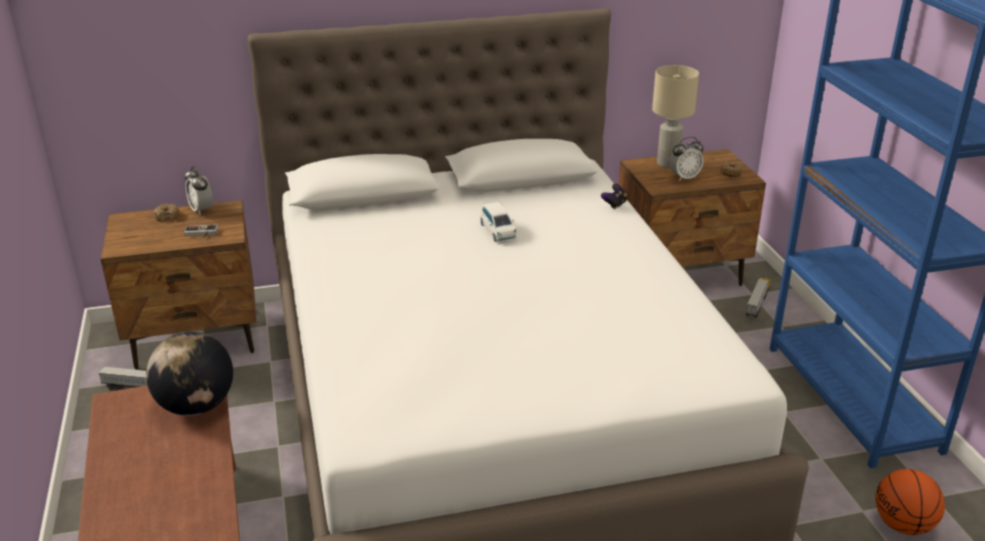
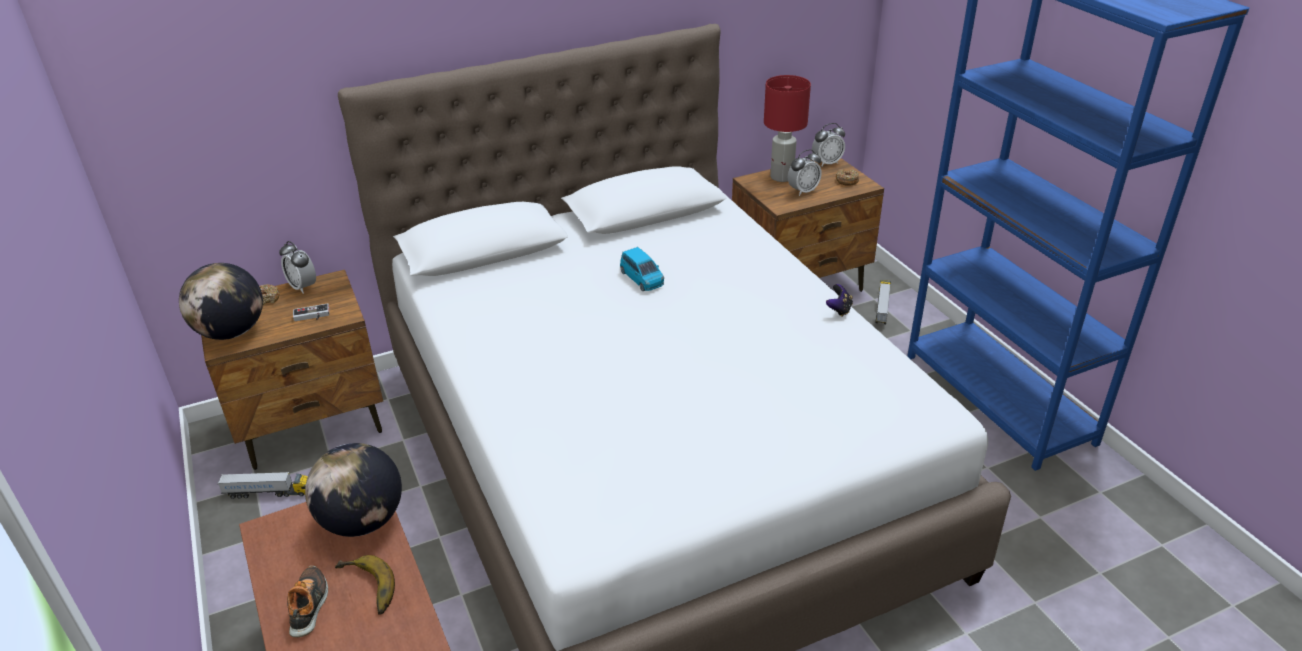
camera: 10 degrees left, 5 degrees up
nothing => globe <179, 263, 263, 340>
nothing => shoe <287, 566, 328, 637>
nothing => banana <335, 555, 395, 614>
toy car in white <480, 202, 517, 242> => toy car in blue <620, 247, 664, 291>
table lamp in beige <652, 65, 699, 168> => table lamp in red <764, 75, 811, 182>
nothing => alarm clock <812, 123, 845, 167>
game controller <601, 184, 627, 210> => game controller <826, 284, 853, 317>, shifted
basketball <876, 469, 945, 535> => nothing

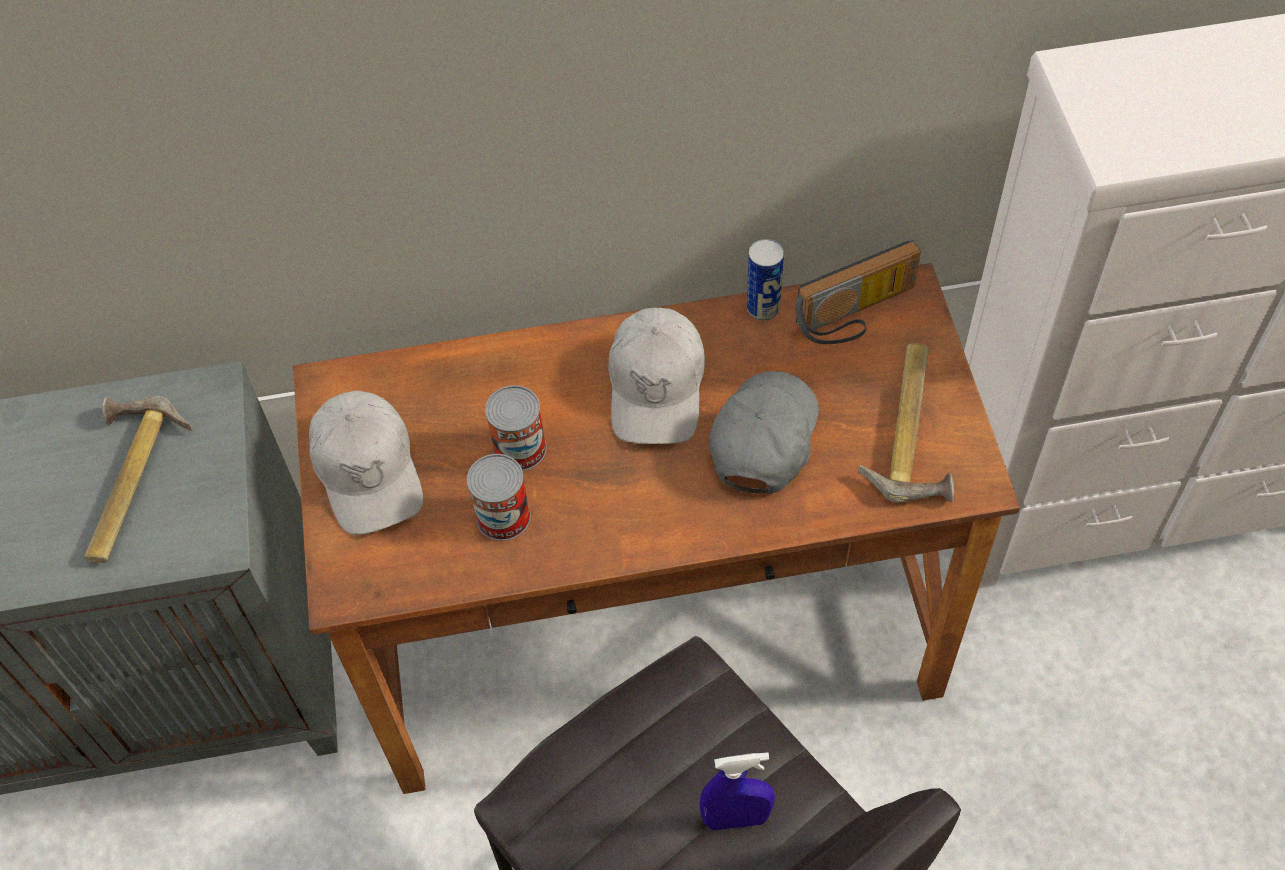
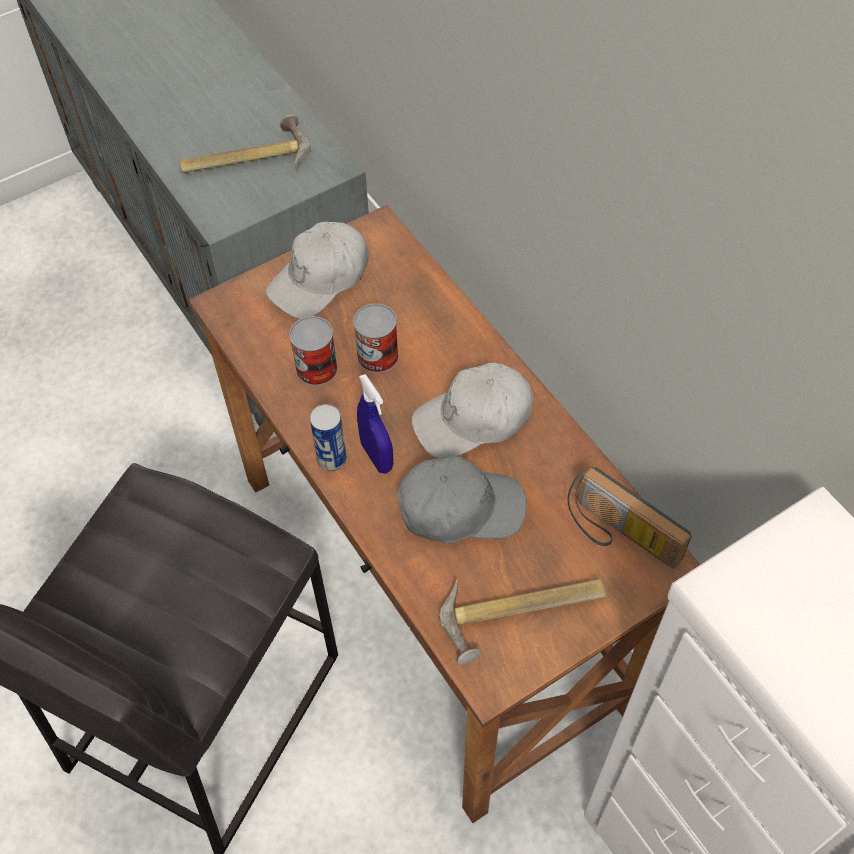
camera: 65 degrees right, 0 degrees up
can <747, 239, 784, 321> => can <310, 404, 346, 471>, shifted
spray bottle in blue <699, 752, 775, 830> => spray bottle in blue <357, 374, 394, 474>, shifted

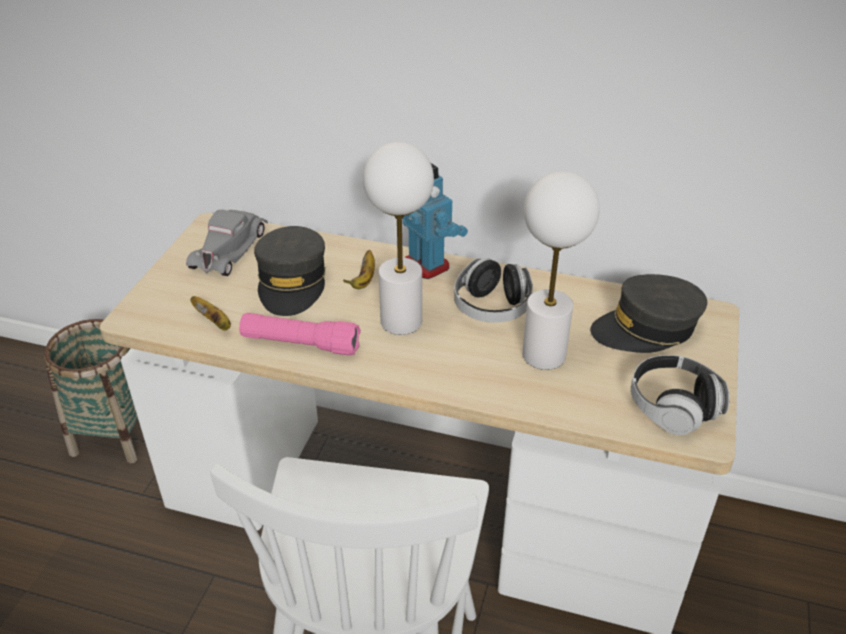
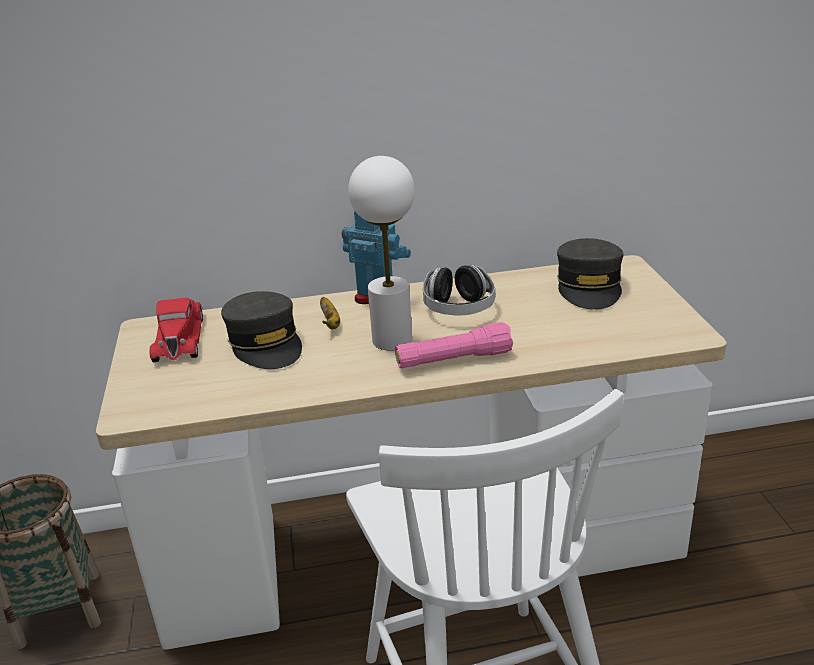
camera: 25 degrees left, 10 degrees down
toy car in grey <186, 210, 268, 276> => toy car in red <150, 298, 203, 363>
flashlight in pink <239, 313, 361, 356> => flashlight in pink <395, 322, 513, 368>, shifted
cap in grey <590, 274, 707, 353> => cap in grey <557, 238, 624, 309>, 45 degrees counterclockwise
banana <190, 296, 231, 331> => nothing
table lamp in white <522, 171, 600, 370> => nothing
headphones <631, 355, 730, 435> => nothing

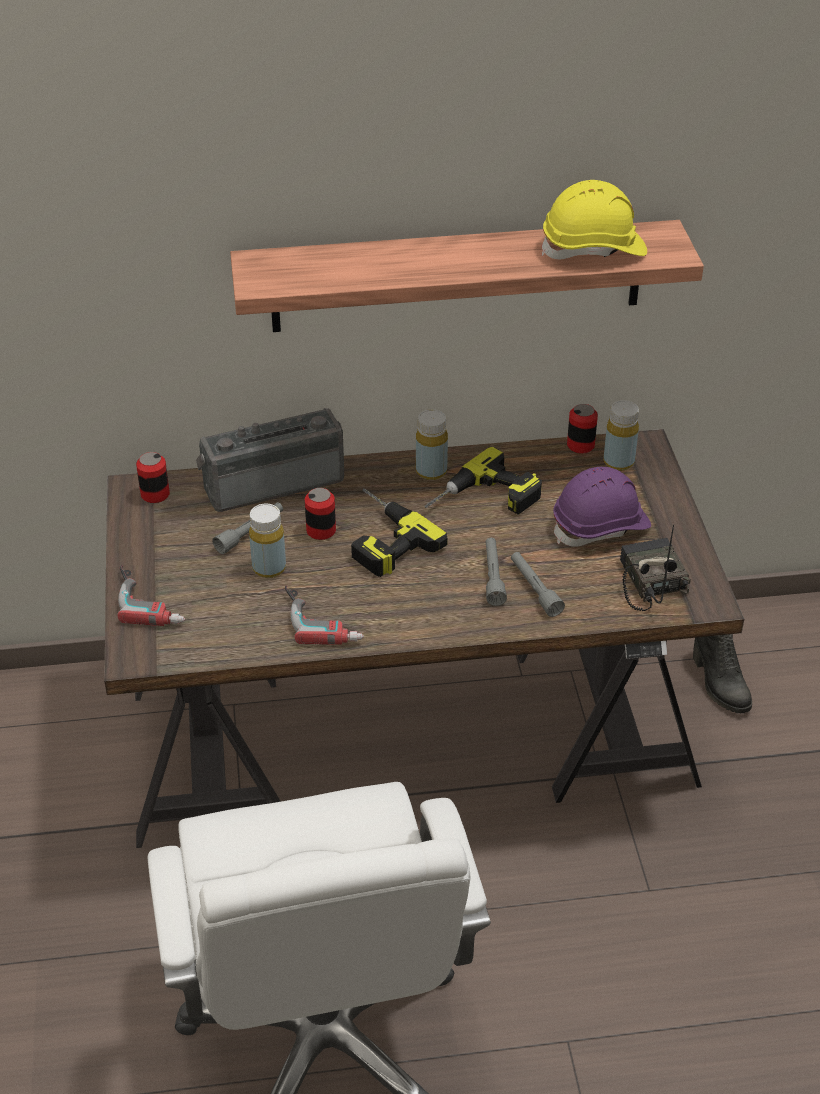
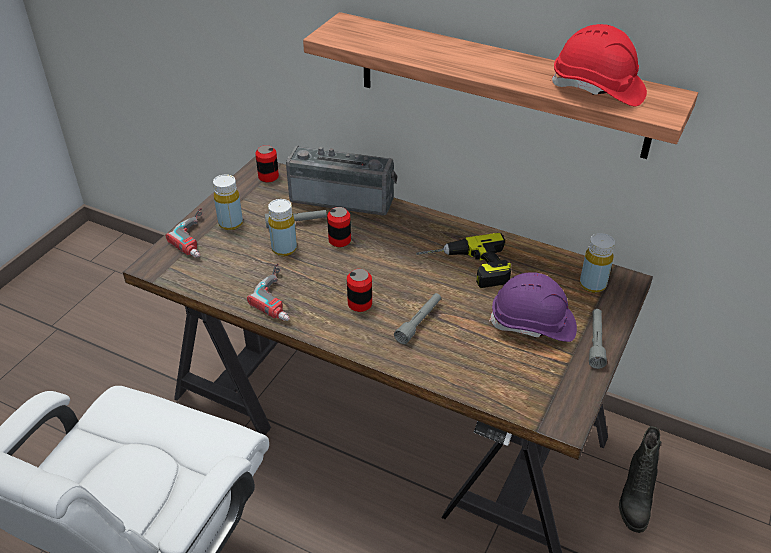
camera: 35 degrees right, 0 degrees up
bottle in yellow <416, 409, 448, 480> => bottle in yellow <213, 174, 243, 230>, shifted
can <567, 404, 598, 453> => can <347, 269, 372, 312>, shifted
hard hat in yellow <541, 180, 647, 259> => hard hat in red <551, 24, 647, 107>
flashlight in grey <511, 552, 565, 617> => flashlight in grey <589, 309, 607, 369>, shifted
power drill <351, 488, 448, 577> => nothing
radio <620, 525, 691, 611> => nothing

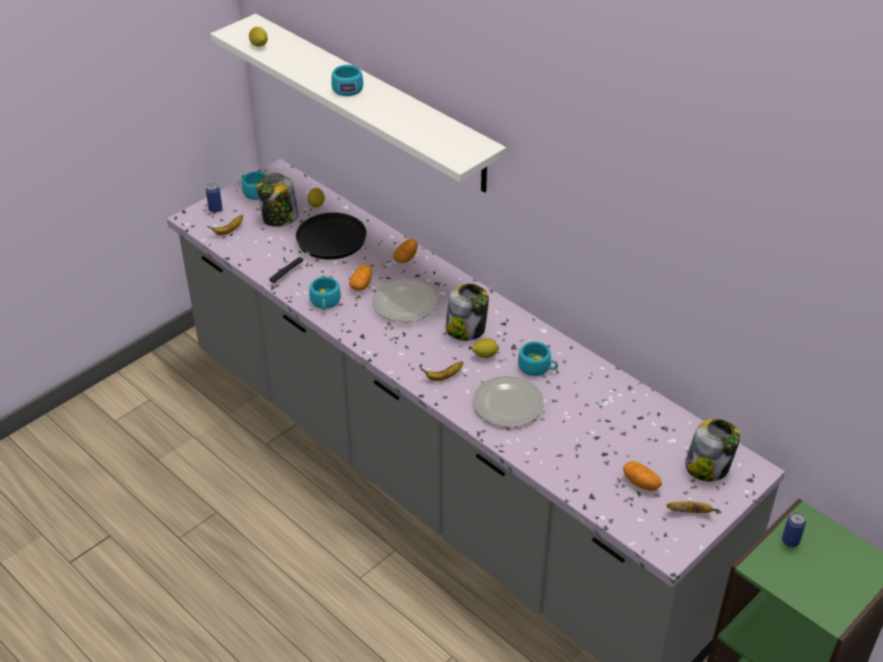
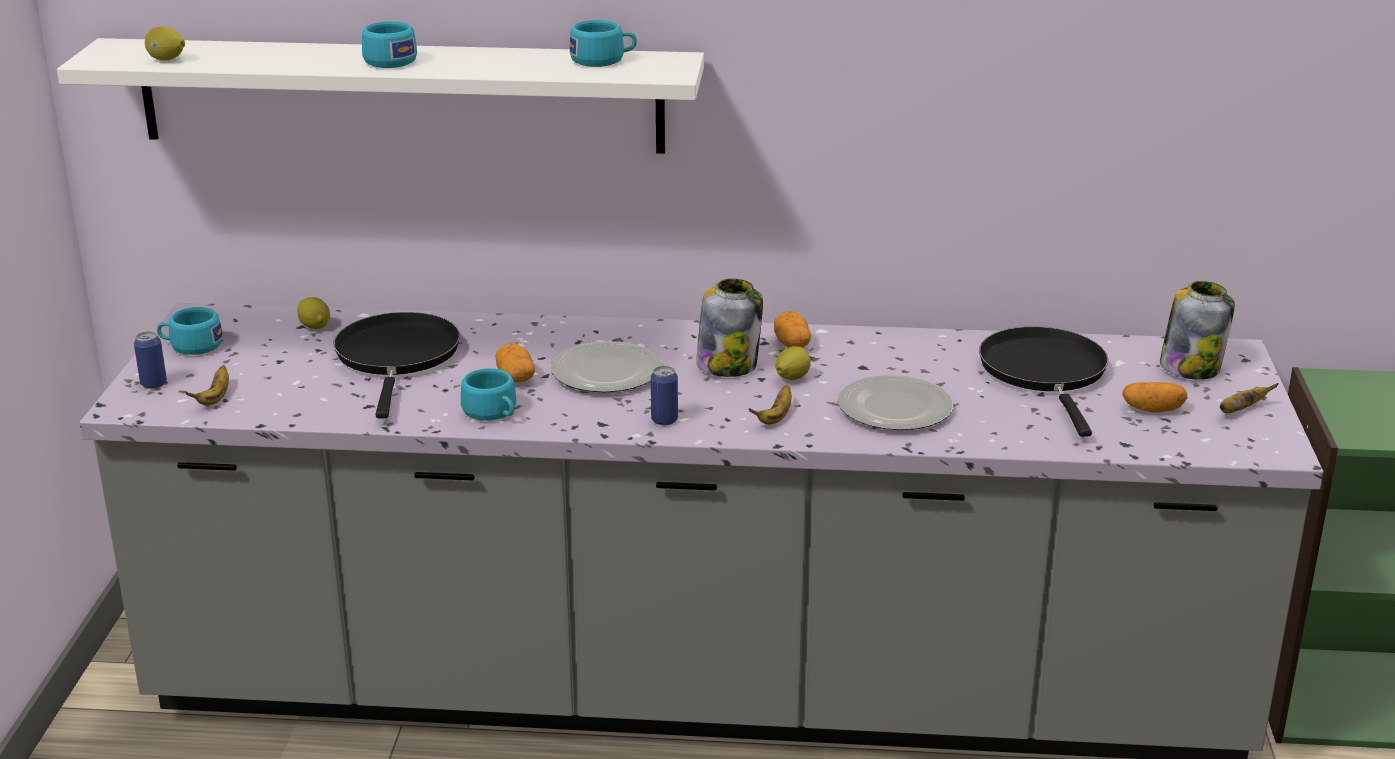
camera: 40 degrees left, 15 degrees down
cup in turquoise <518, 341, 558, 376> => cup in turquoise <570, 20, 637, 67>, shifted
can <782, 512, 806, 547> => can <651, 366, 678, 425>, shifted
potato <393, 238, 418, 263> => potato <774, 311, 811, 348>, shifted
nothing => frying pan in black <979, 327, 1108, 437>
jar <257, 173, 299, 227> => nothing

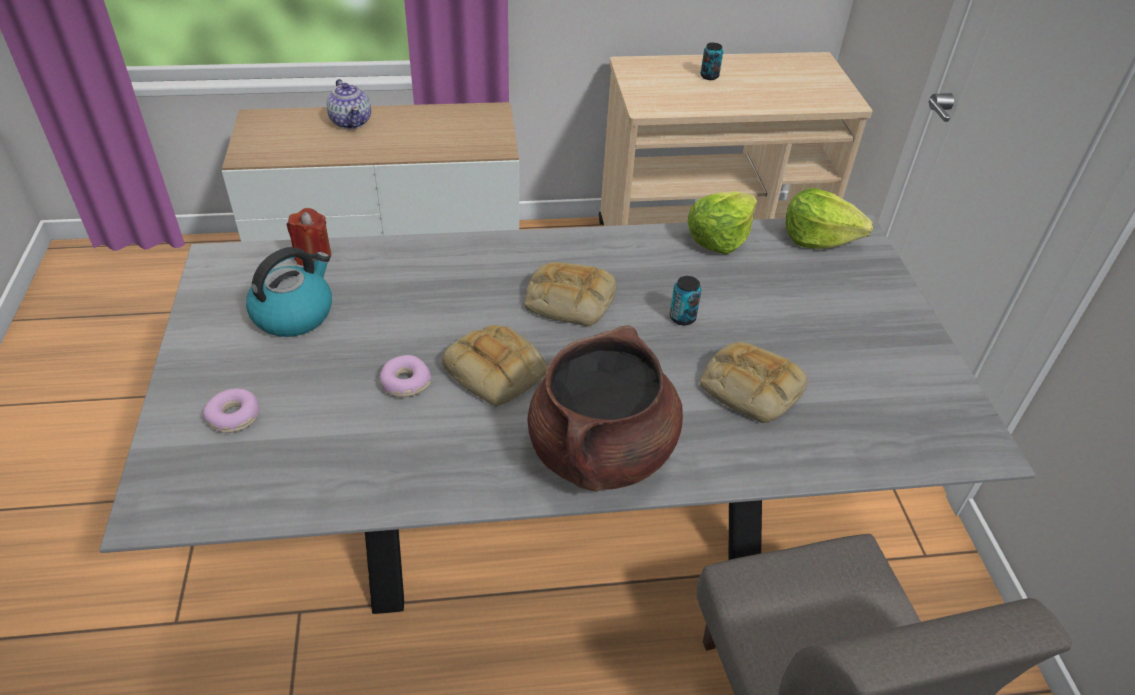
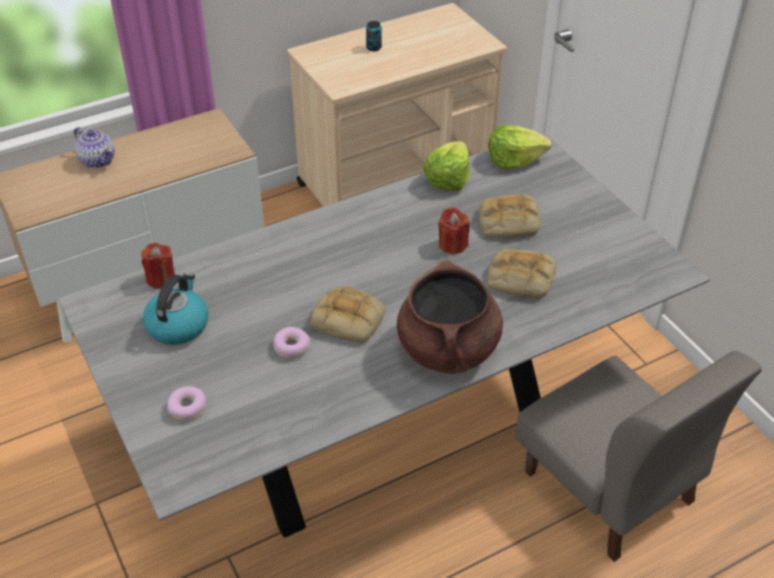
camera: 20 degrees left, 0 degrees up
can <670, 276, 701, 325> => candle in red <438, 207, 470, 254>
bread <525, 262, 617, 327> => bread <478, 194, 540, 238>, shifted

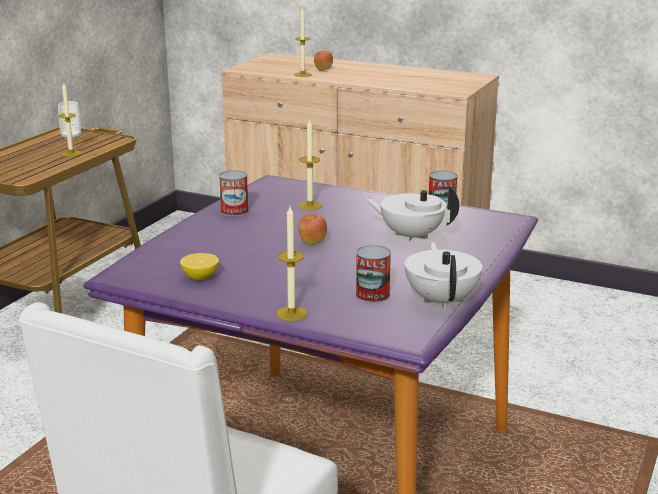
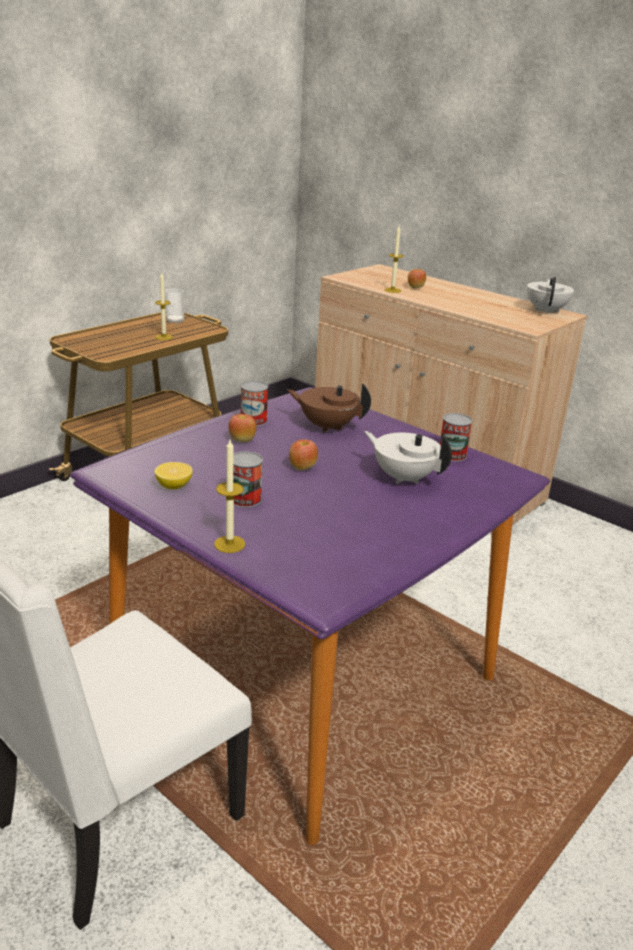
camera: 15 degrees right, 5 degrees up
nothing => apple <228, 414, 256, 442>
can <356, 245, 391, 303> => can <233, 451, 263, 508>, shifted
candle <298, 119, 322, 210> => teapot in brown <287, 383, 371, 432>
teapot in white <405, 242, 482, 309> => teapot in white <527, 277, 574, 314>, shifted

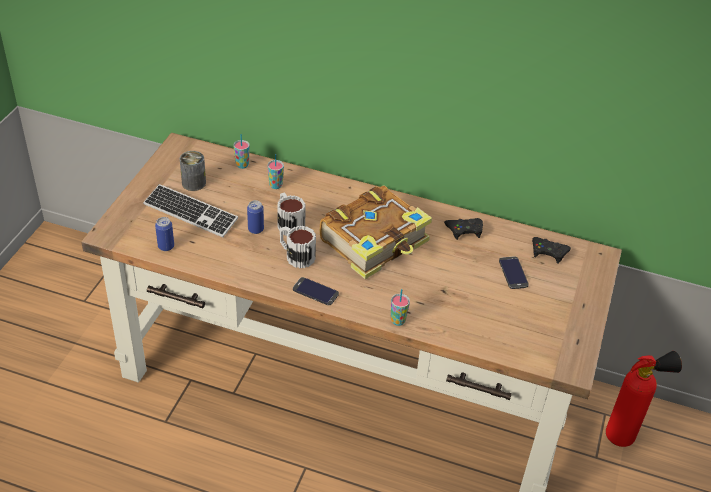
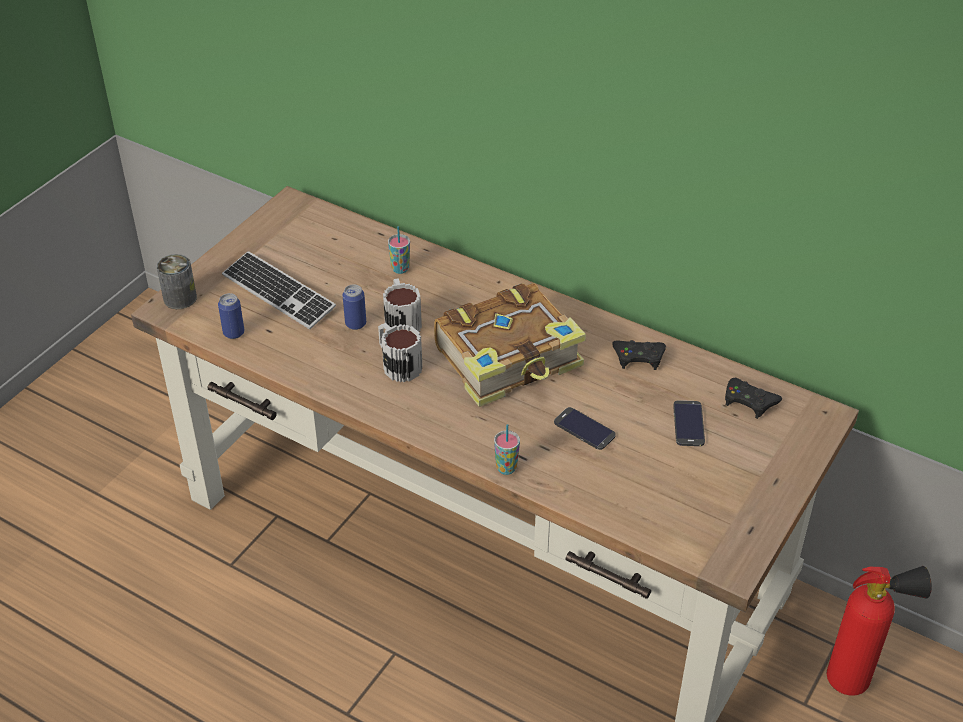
camera: 15 degrees right, 0 degrees up
can <180, 151, 206, 191> => can <157, 254, 197, 309>, shifted
phone <293, 277, 339, 305> => phone <554, 407, 616, 450>, shifted
cup <233, 134, 250, 169> => nothing

